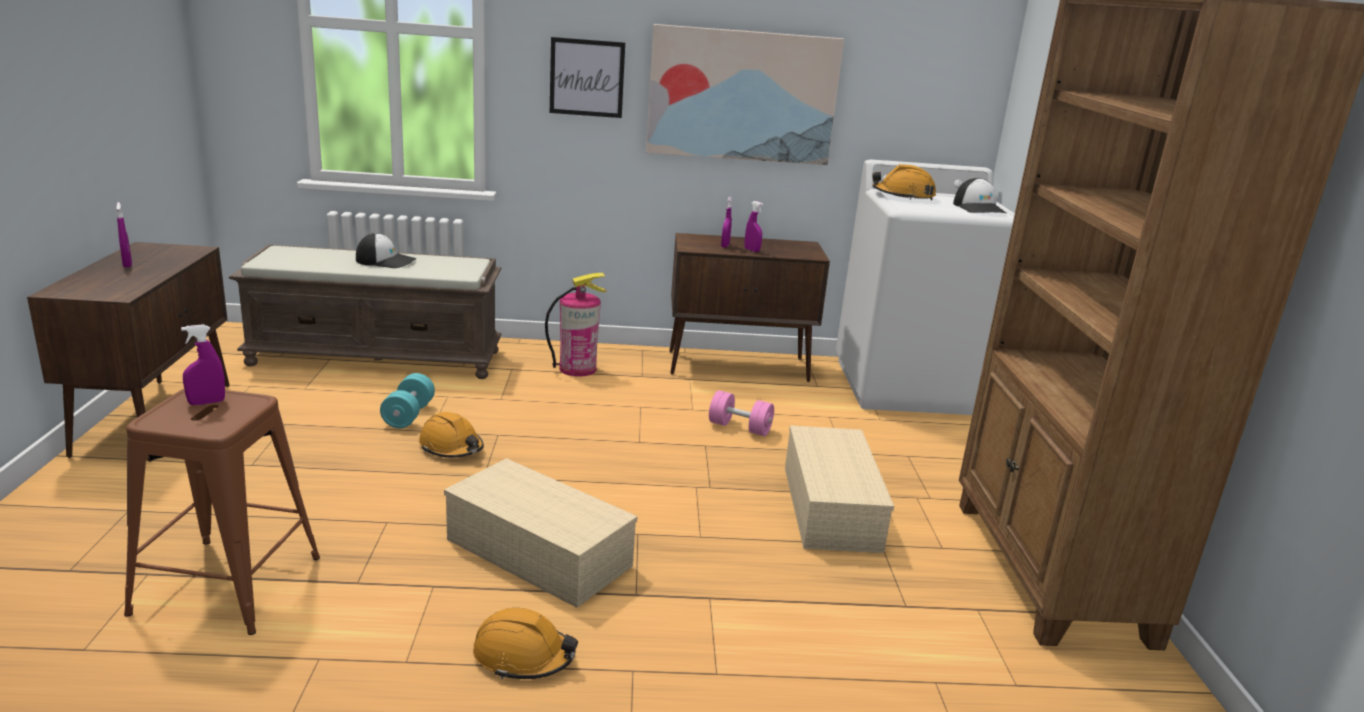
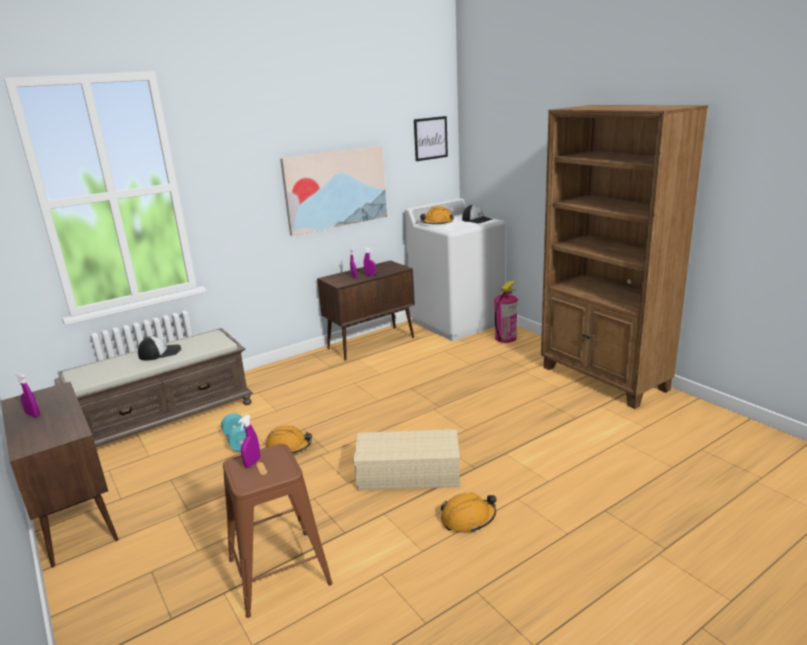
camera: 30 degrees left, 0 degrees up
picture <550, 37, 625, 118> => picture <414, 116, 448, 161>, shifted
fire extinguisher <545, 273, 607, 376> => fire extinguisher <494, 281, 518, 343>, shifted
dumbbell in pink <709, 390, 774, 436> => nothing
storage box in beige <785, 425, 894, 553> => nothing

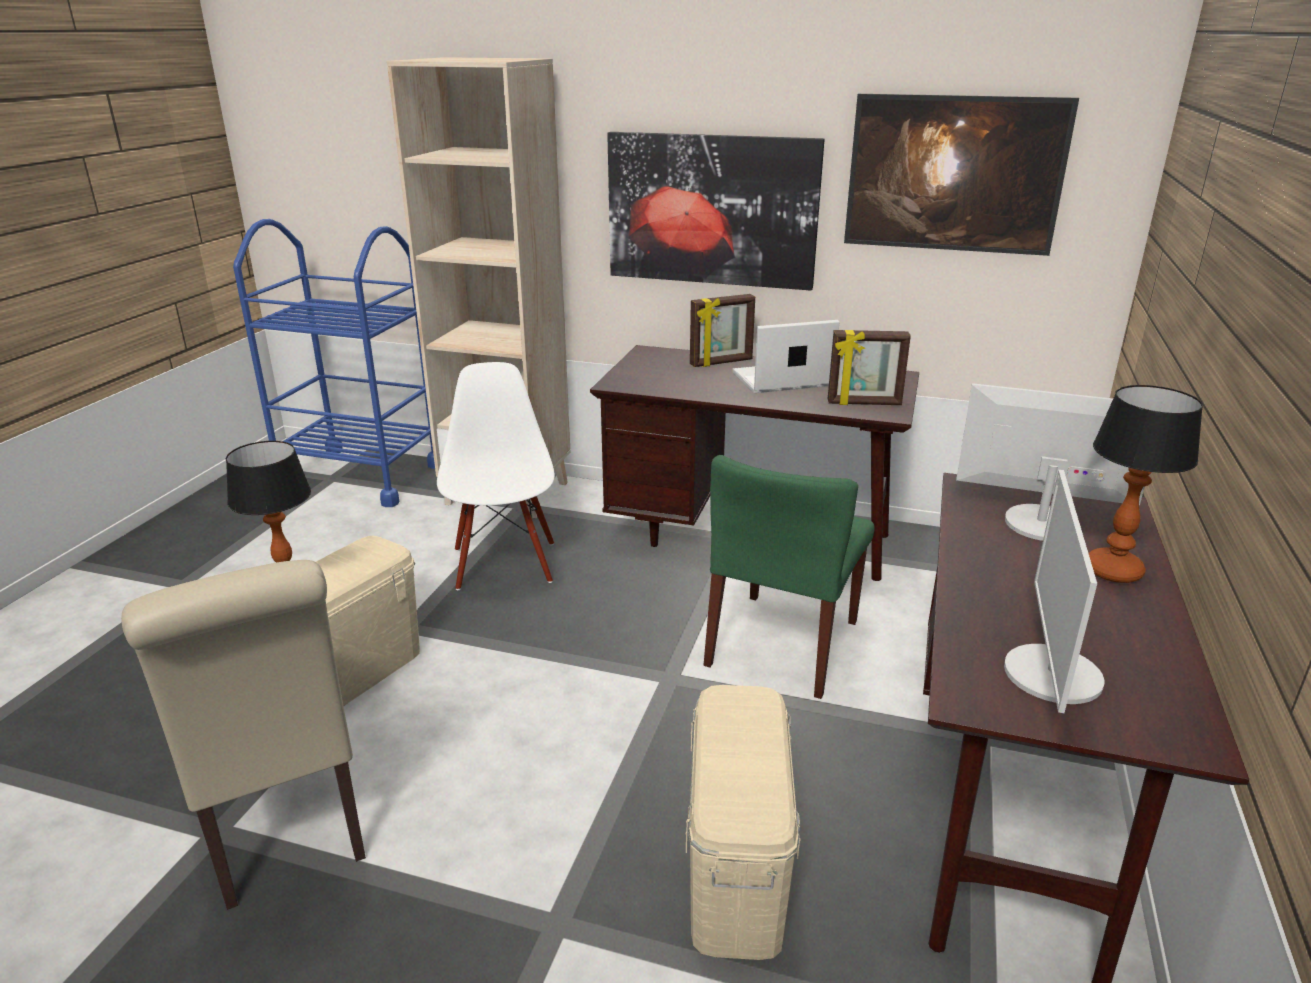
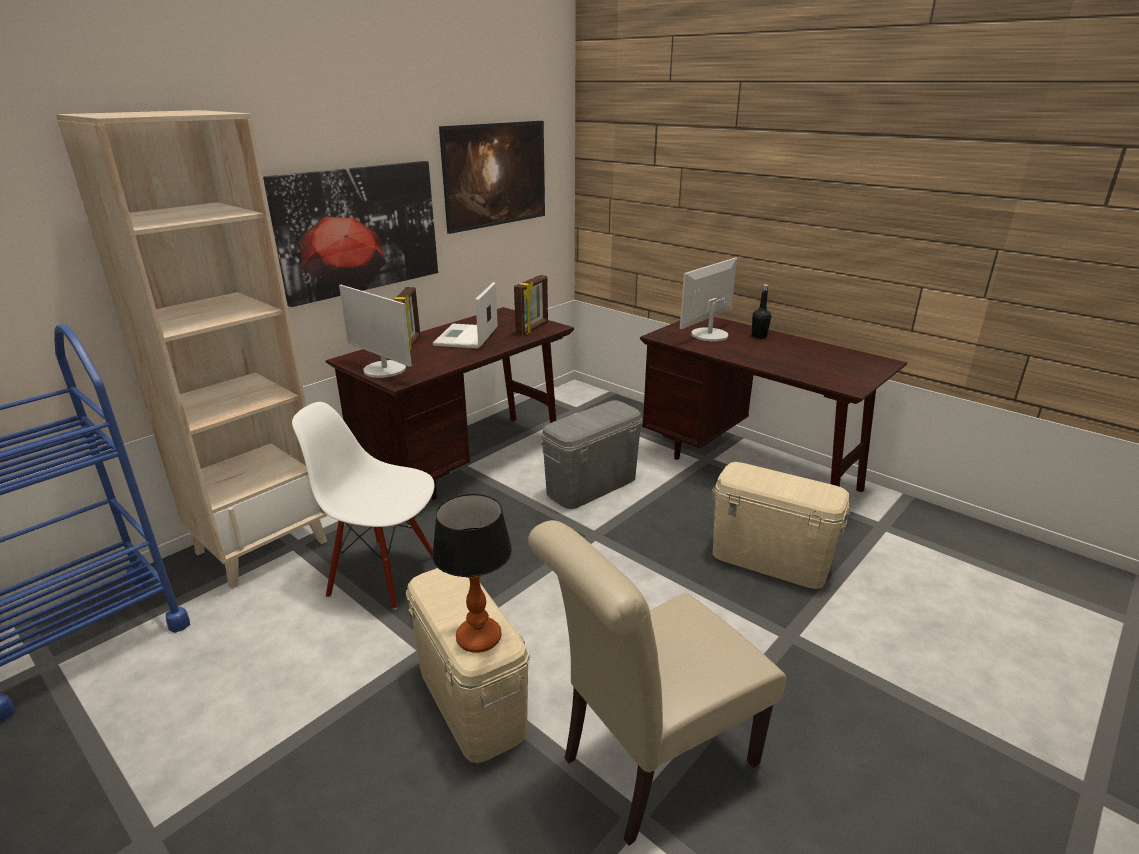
camera: 65 degrees left, 0 degrees up
monitor <1004, 470, 1104, 713> => monitor <339, 285, 412, 378>, shifted
chair in beige <121, 560, 366, 910> => chair in beige <528, 520, 786, 846>, 150 degrees clockwise
chair in green <704, 455, 875, 699> => storage box in grey <541, 401, 642, 509>
table lamp <1089, 385, 1203, 583> => bottle in black <752, 284, 771, 339>

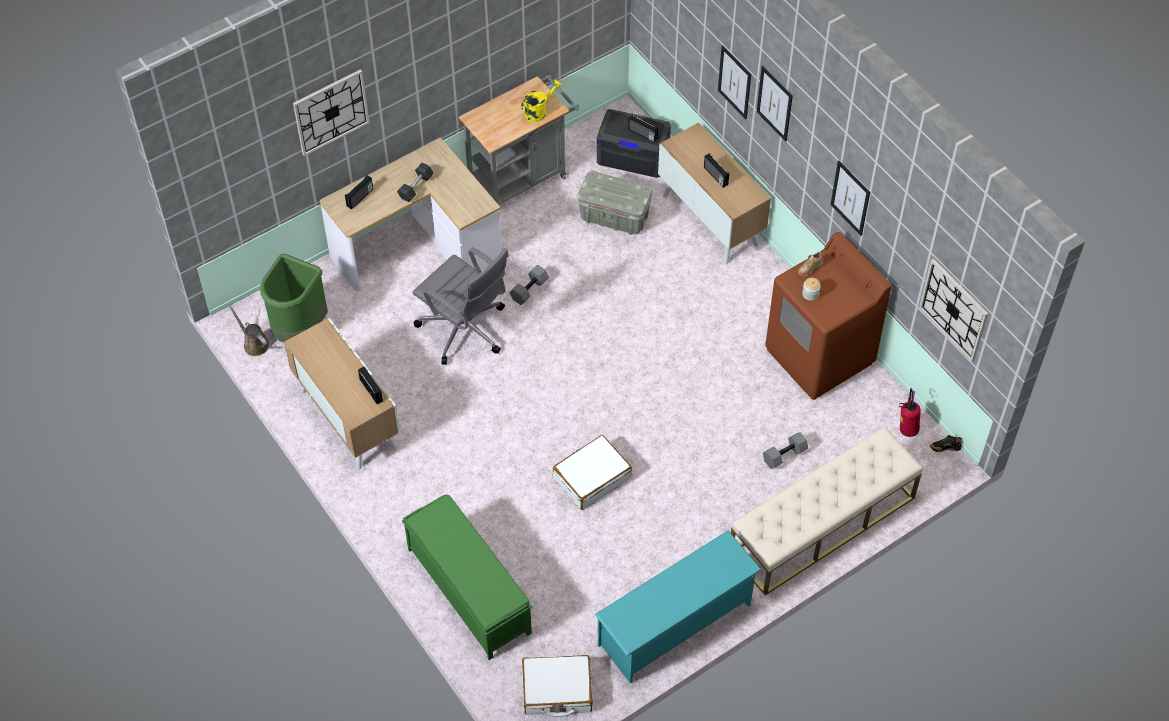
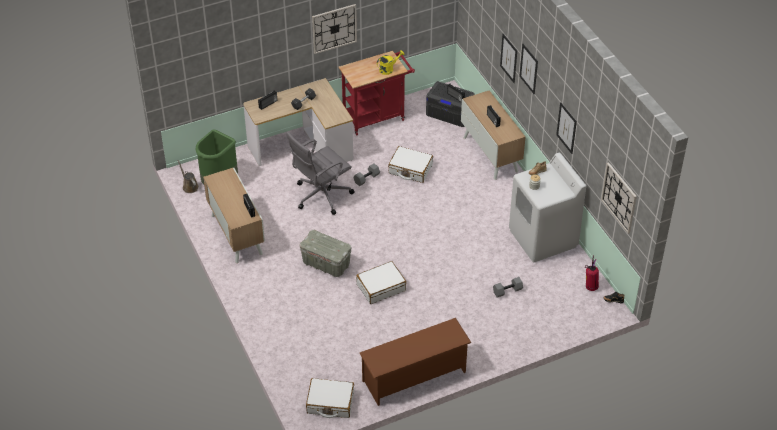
camera: 10 degrees right, 10 degrees down
office chair in grey <413, 247, 509, 365> => office chair in grey <287, 132, 355, 215>, 90 degrees clockwise
storage box in grey <577, 171, 652, 235> => storage box in grey <300, 230, 352, 277>, shifted
wall clock <293, 69, 370, 156> => wall clock <312, 4, 357, 54>, shifted
cart in grey <459, 75, 579, 205> => cart in red <339, 51, 415, 135>
shoe rack in turquoise <595, 530, 761, 684> => shoe rack in brown <360, 318, 472, 406>
nothing => suitcase in white <388, 146, 433, 183>
washing machine in brown <765, 232, 891, 400> => washing machine in white <509, 153, 586, 262>
bench in green <402, 494, 532, 660> => nothing
bench in beige <731, 427, 923, 595> => nothing

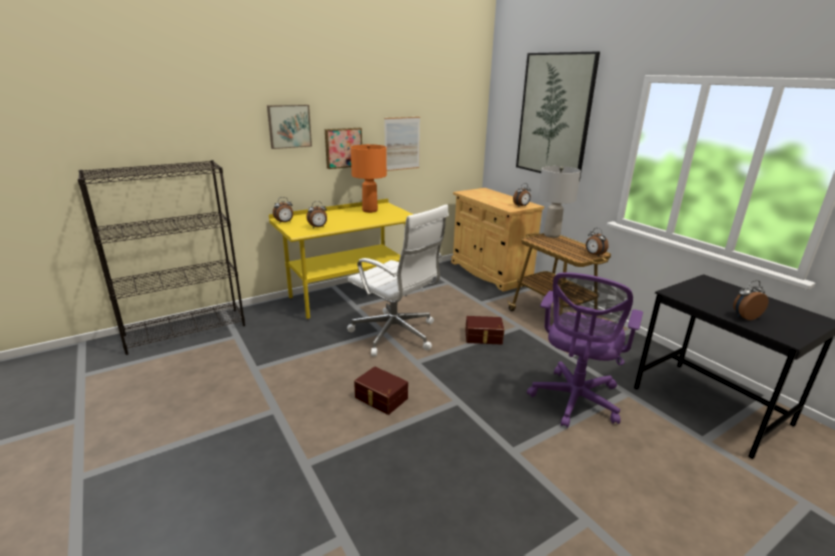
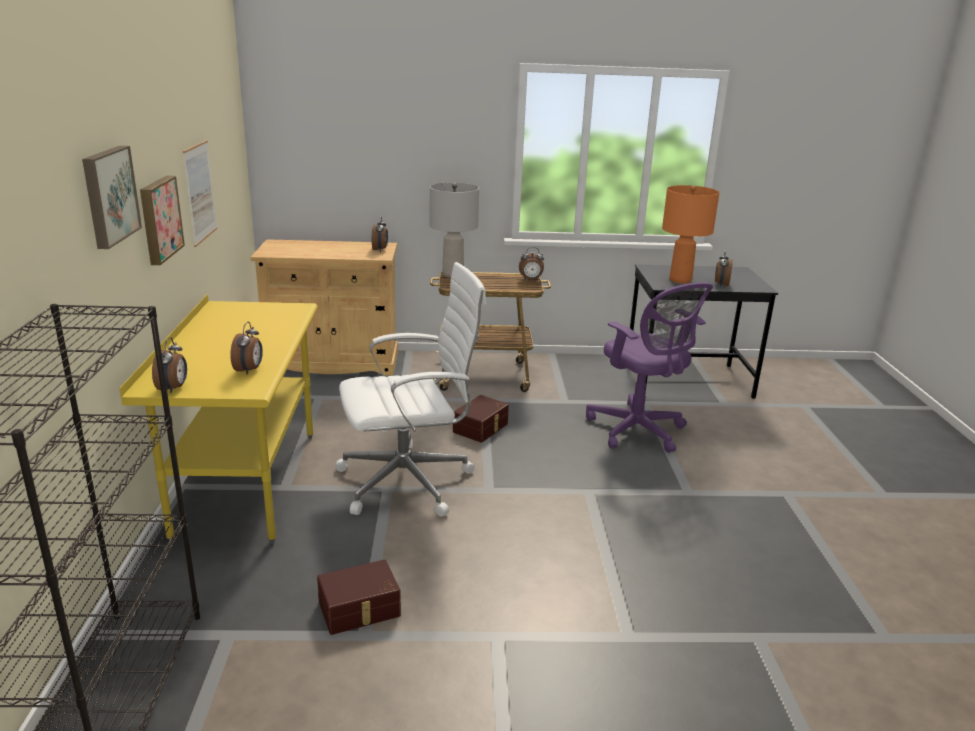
camera: 60 degrees left, 0 degrees up
storage box in brown <354, 366, 408, 415> => storage box in brown <317, 560, 401, 635>, shifted
table lamp in orange <351, 144, 387, 213> => table lamp in orange <662, 185, 719, 284>, shifted
picture <516, 52, 600, 182> => nothing

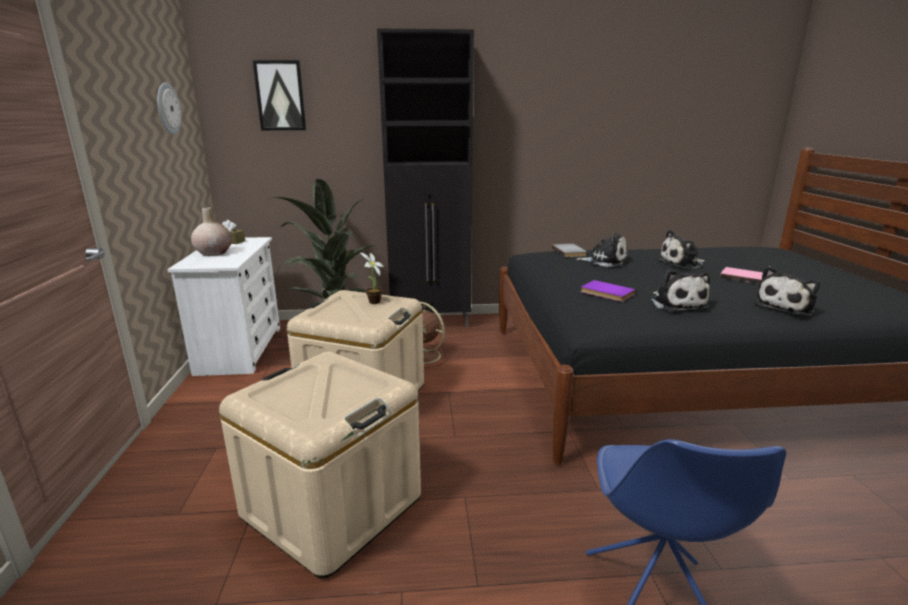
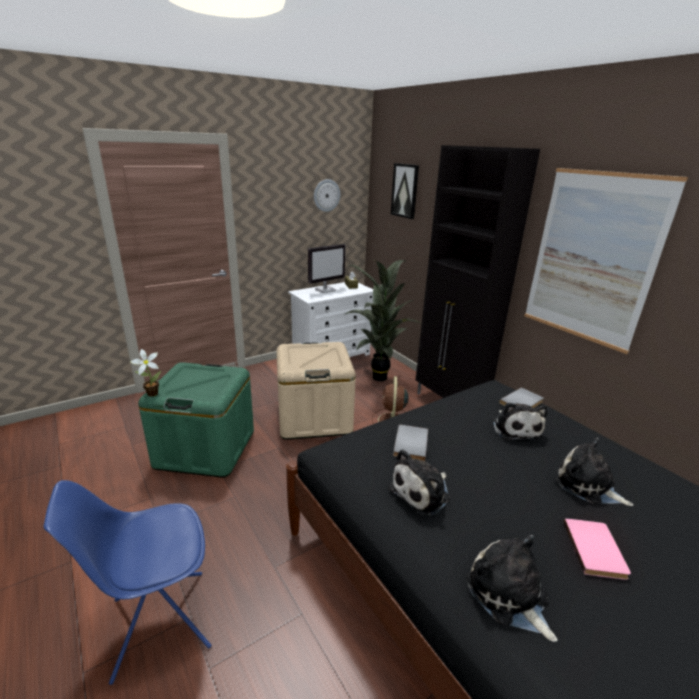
camera: 60 degrees right, 5 degrees up
potted plant <361, 253, 384, 304> => potted plant <130, 349, 161, 397>, shifted
storage box in beige <219, 352, 421, 578> => storage box in green <138, 362, 254, 478>
vase in beige <191, 207, 232, 256> => monitor <308, 244, 346, 293>
book in purple <581, 280, 636, 302> => book in grey <393, 425, 428, 461>
plush toy <754, 266, 820, 315> => plush toy <466, 534, 557, 642>, 45 degrees clockwise
nothing => picture <524, 168, 688, 354>

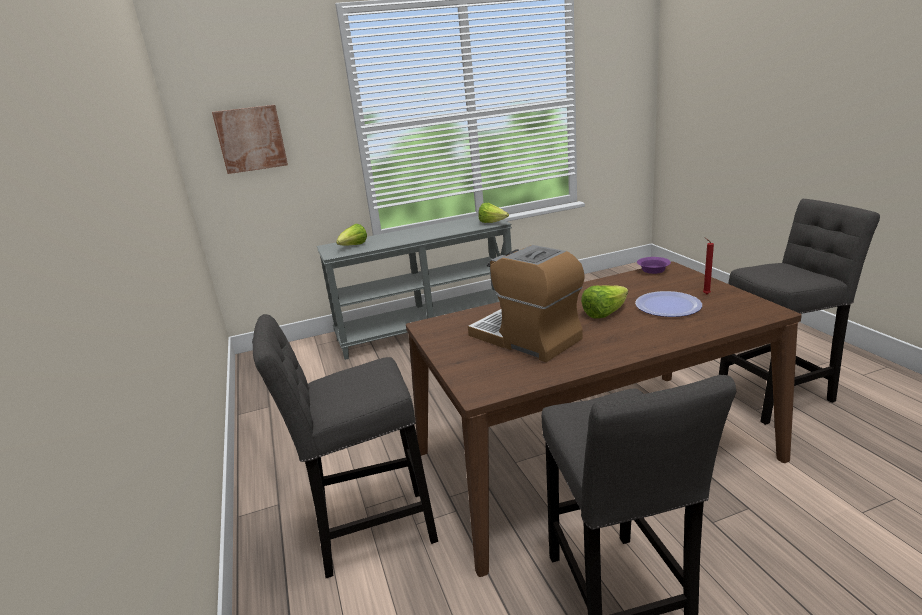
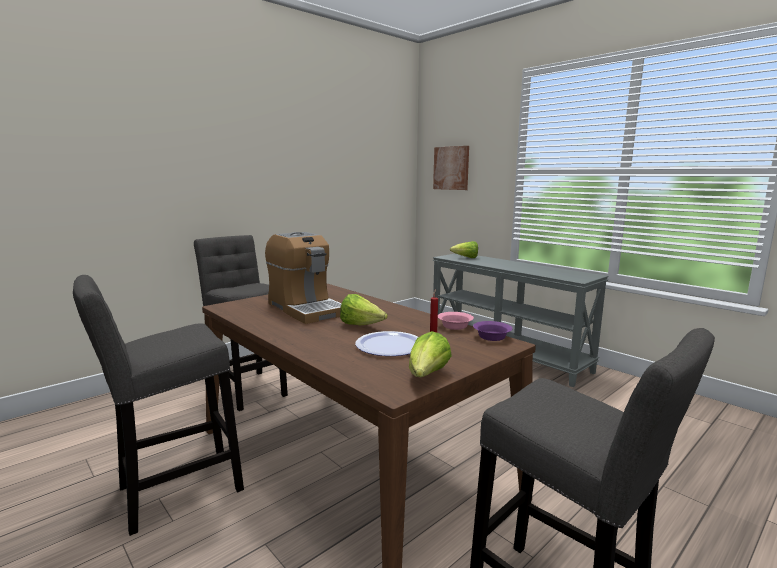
camera: 65 degrees right, 10 degrees down
coffee machine <468, 245, 585, 363> => coffee machine <265, 232, 342, 324>, 120 degrees clockwise
lettuce <478, 203, 509, 223> => lettuce <409, 331, 452, 377>, shifted
nothing => bowl in pink <438, 312, 474, 330>

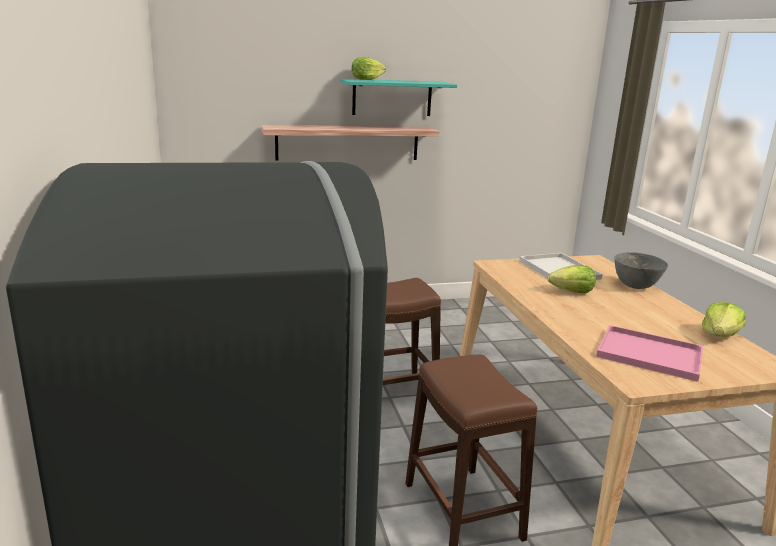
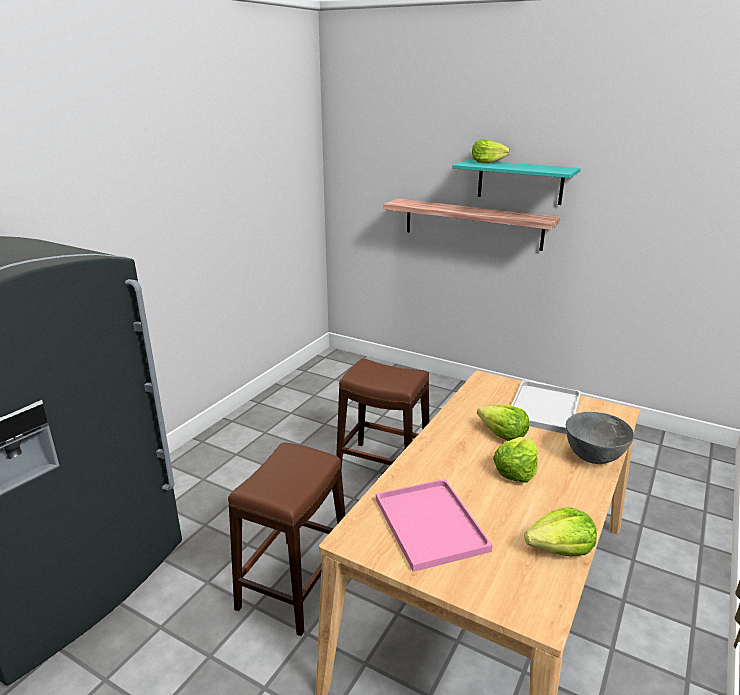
camera: 45 degrees right, 5 degrees up
nothing => lettuce <493, 437, 538, 483>

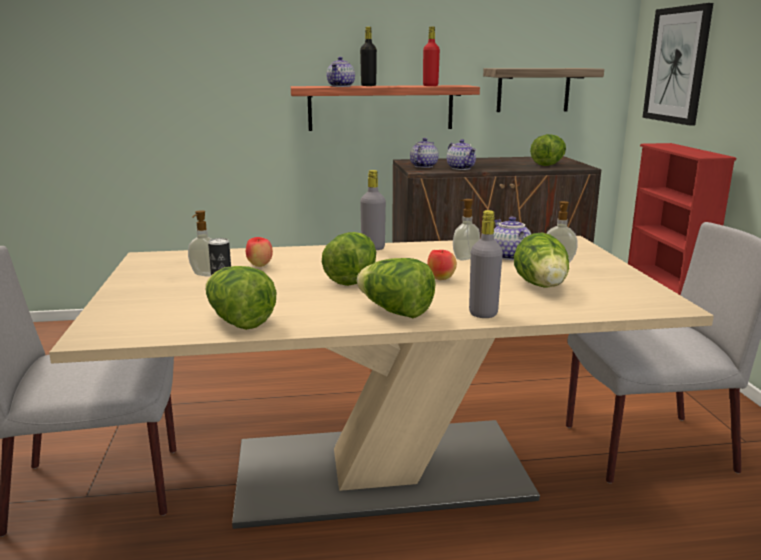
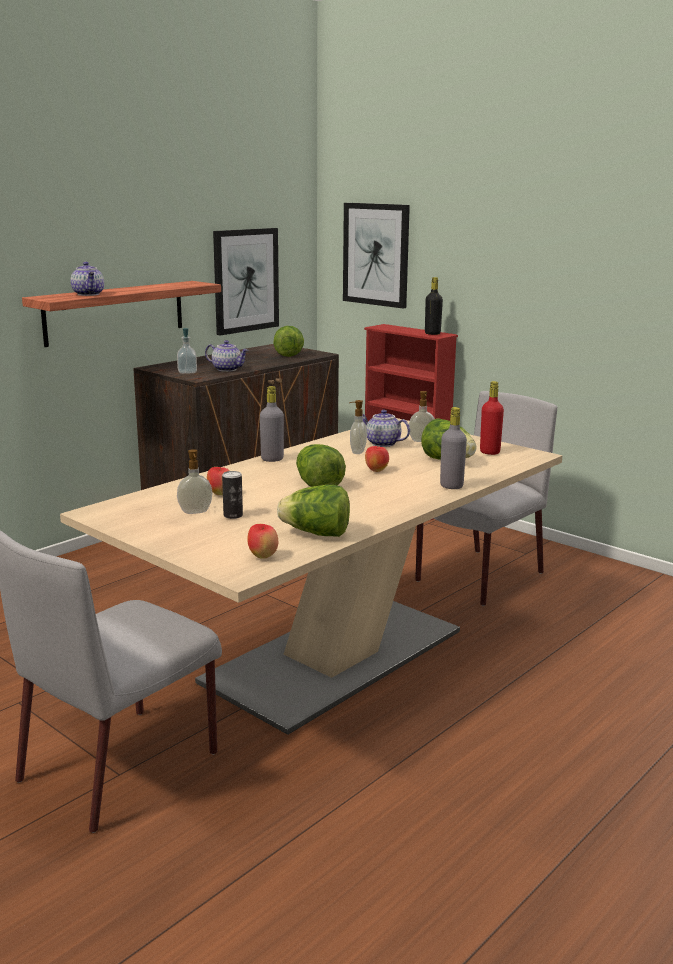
camera: 40 degrees left, 0 degrees up
teapot <410, 138, 438, 168> => soap dispenser <177, 328, 197, 374>
shelf <483, 68, 604, 112> => picture <213, 228, 279, 336>
nothing => apple <247, 524, 278, 559>
bottle in black <360, 27, 377, 86> => bottle in black <425, 277, 443, 335>, shifted
bottle in red <423, 27, 440, 86> => bottle in red <480, 381, 504, 455>, shifted
lettuce <357, 258, 436, 318> => nothing

